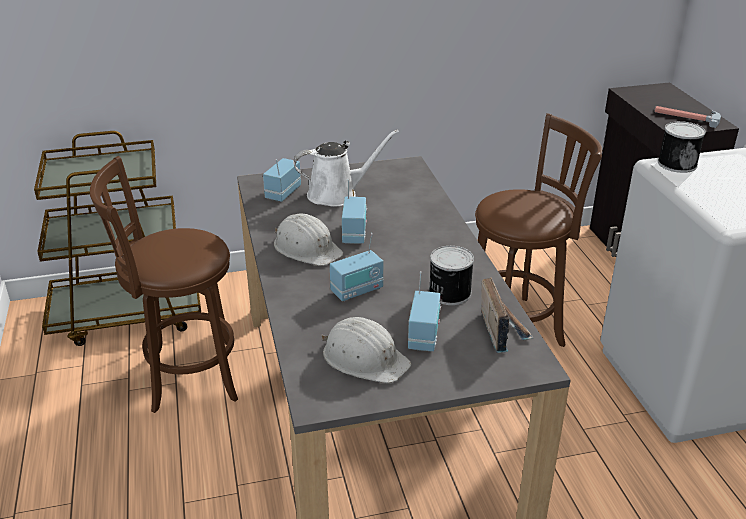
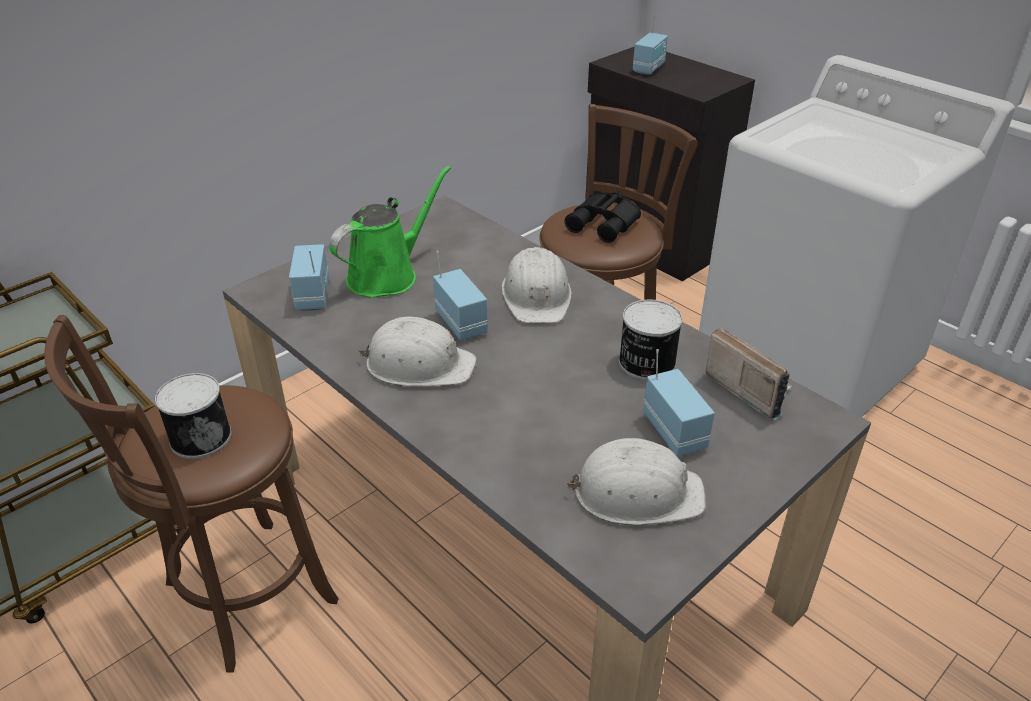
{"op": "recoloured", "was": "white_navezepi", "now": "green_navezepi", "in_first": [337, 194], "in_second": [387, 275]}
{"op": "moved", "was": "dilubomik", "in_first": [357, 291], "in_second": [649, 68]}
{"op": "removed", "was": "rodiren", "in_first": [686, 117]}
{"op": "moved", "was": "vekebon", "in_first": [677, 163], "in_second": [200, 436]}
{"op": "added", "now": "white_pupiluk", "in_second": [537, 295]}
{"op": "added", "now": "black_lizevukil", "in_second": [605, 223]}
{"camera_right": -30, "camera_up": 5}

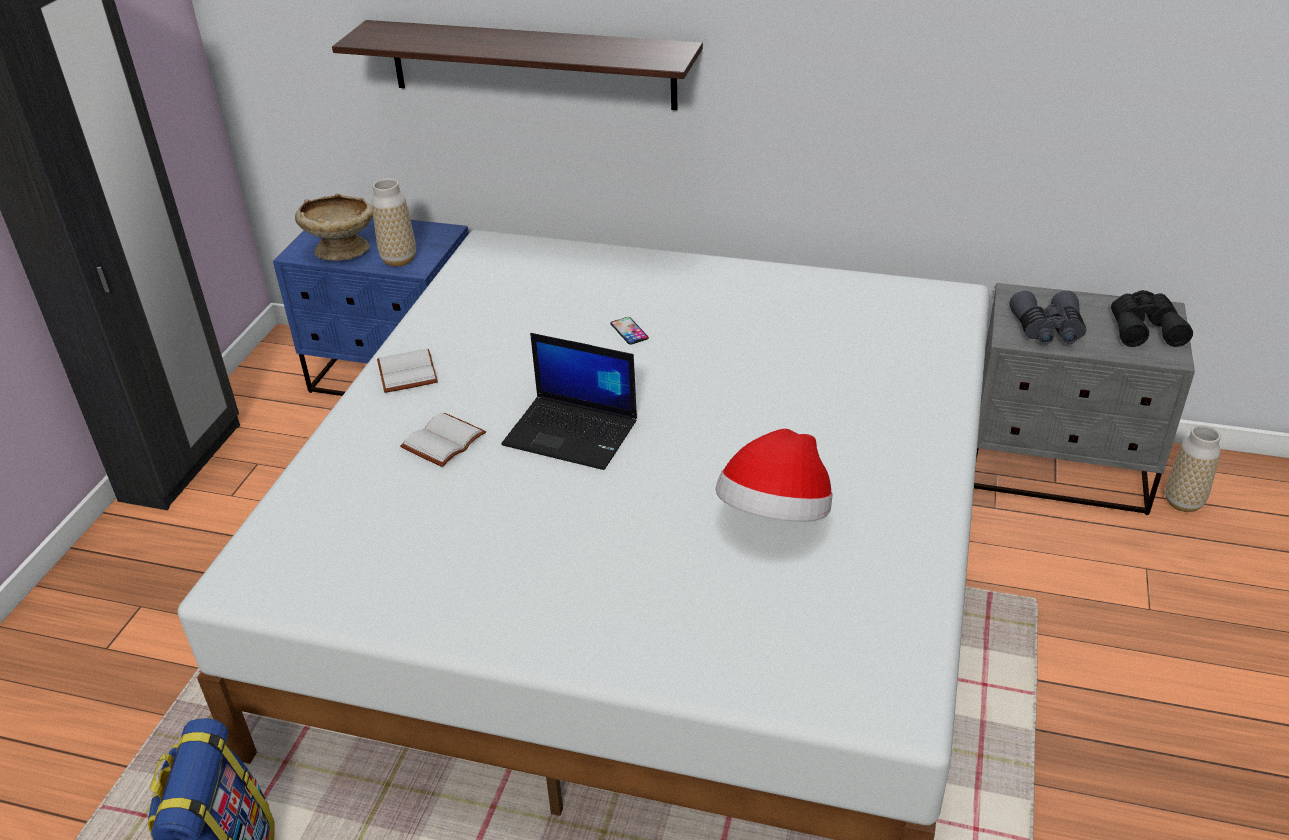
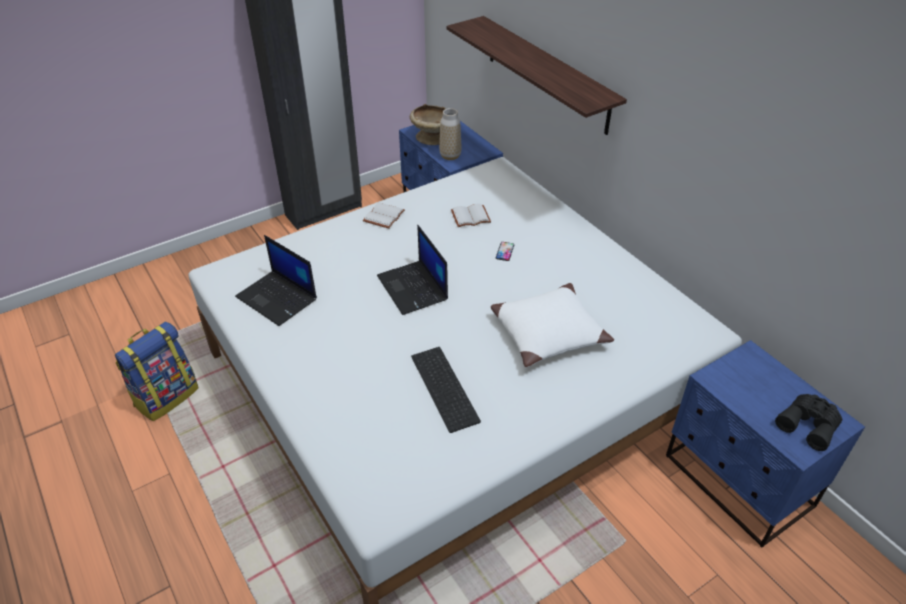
{"op": "moved", "was": "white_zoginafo", "in_first": [444, 442], "in_second": [470, 217]}
{"op": "replaced", "was": "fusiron", "now": "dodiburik", "in_first": [775, 515], "in_second": [446, 388]}
{"op": "recoloured", "was": "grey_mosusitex", "now": "blue_mosusitex", "in_first": [1057, 469], "in_second": [738, 482]}
{"op": "removed", "was": "grey_lizevukil", "in_first": [1048, 330]}
{"op": "removed", "was": "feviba", "in_first": [1183, 502]}
{"op": "added", "now": "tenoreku", "in_second": [278, 298]}
{"op": "added", "now": "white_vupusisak", "in_second": [548, 333]}
{"camera_right": 40, "camera_up": 5}

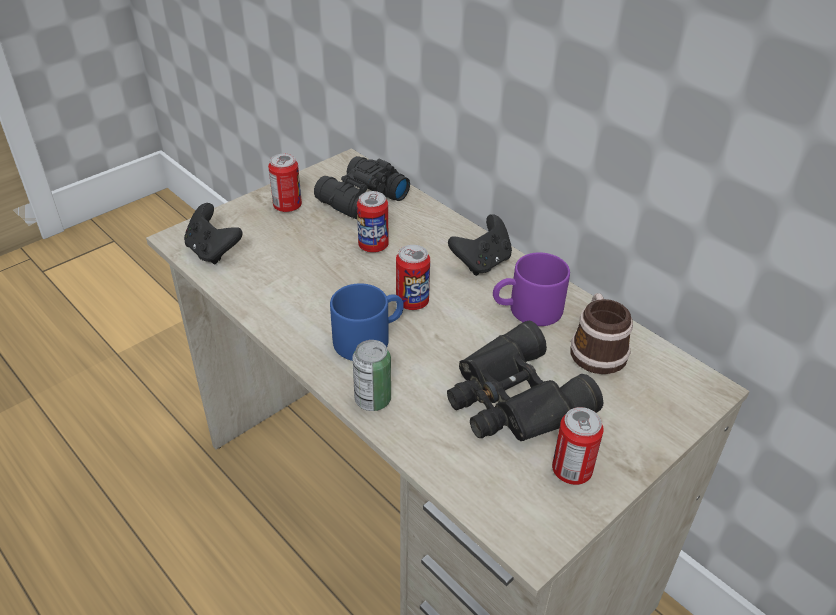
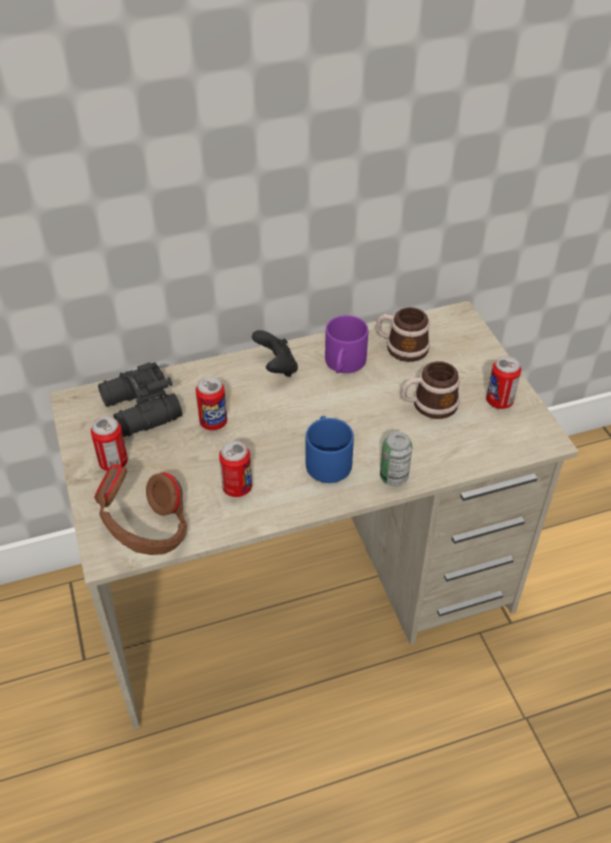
{"op": "replaced", "was": "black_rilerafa", "now": "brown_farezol", "in_first": [213, 251], "in_second": [147, 533]}
{"op": "moved", "was": "vekebon", "in_first": [412, 302], "in_second": [237, 488]}
{"op": "replaced", "was": "black_lizevukil", "now": "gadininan", "in_first": [512, 400], "in_second": [428, 405]}
{"camera_right": -65, "camera_up": 5}

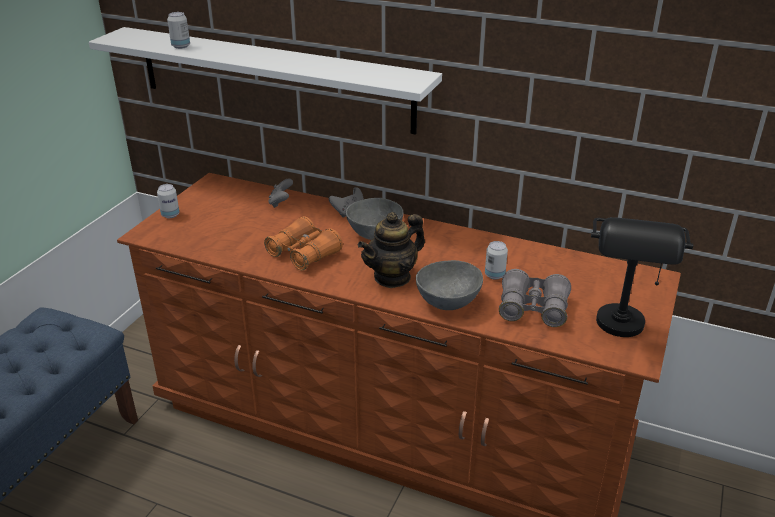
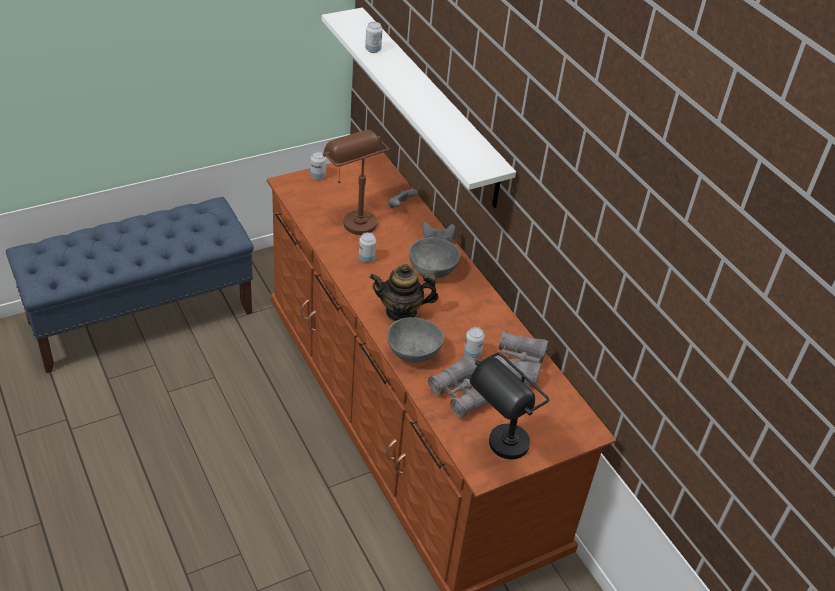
{"op": "replaced", "was": "orange_lizevukil", "now": "vekebon", "in_first": [304, 253], "in_second": [366, 258]}
{"op": "added", "now": "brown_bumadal", "in_second": [352, 218]}
{"op": "added", "now": "grey_lizevukil", "in_second": [518, 365]}
{"camera_right": 35, "camera_up": 10}

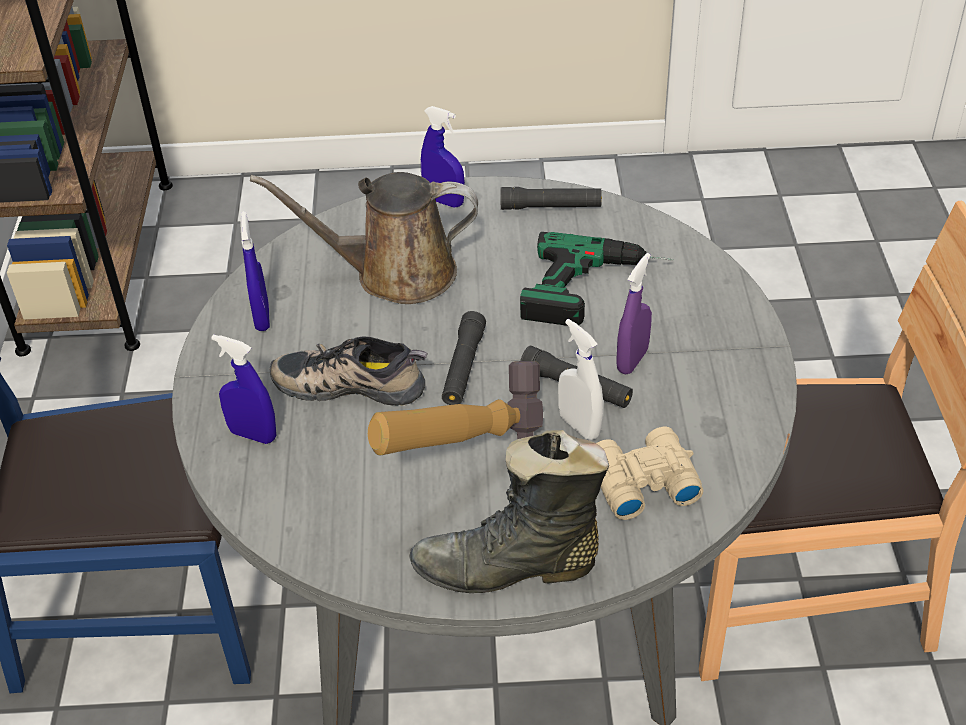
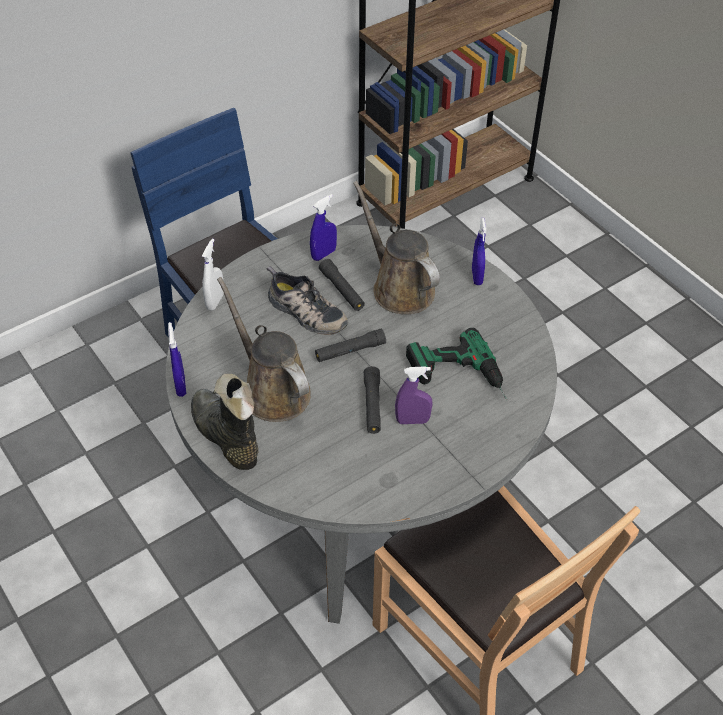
{"op": "moved", "was": "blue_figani", "in_first": [253, 435], "in_second": [180, 386]}
{"op": "turned", "was": "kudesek", "in_first": [351, 382], "in_second": [305, 312], "clockwise": 150}
{"op": "replaced", "was": "rodiren", "now": "brown_navezepi", "in_first": [464, 477], "in_second": [272, 390]}
{"op": "moved", "was": "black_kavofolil", "in_first": [551, 206], "in_second": [342, 290]}
{"op": "moved", "was": "white_figani", "in_first": [579, 426], "in_second": [215, 301]}
{"op": "removed", "was": "beige_lizevukil", "in_first": [641, 482]}
{"camera_right": 55, "camera_up": 5}

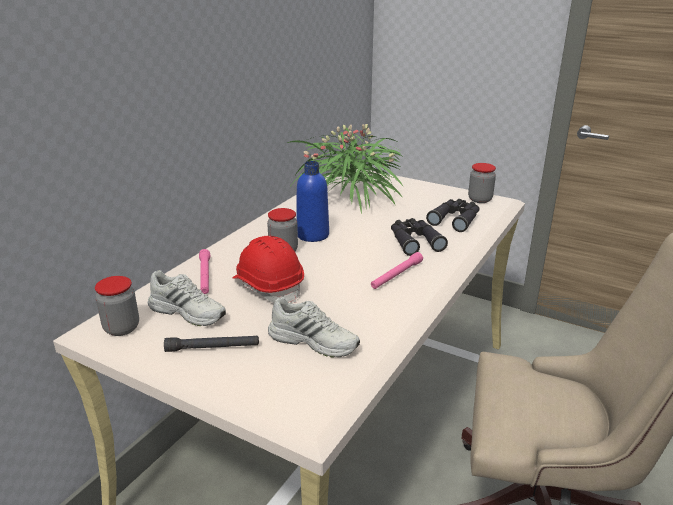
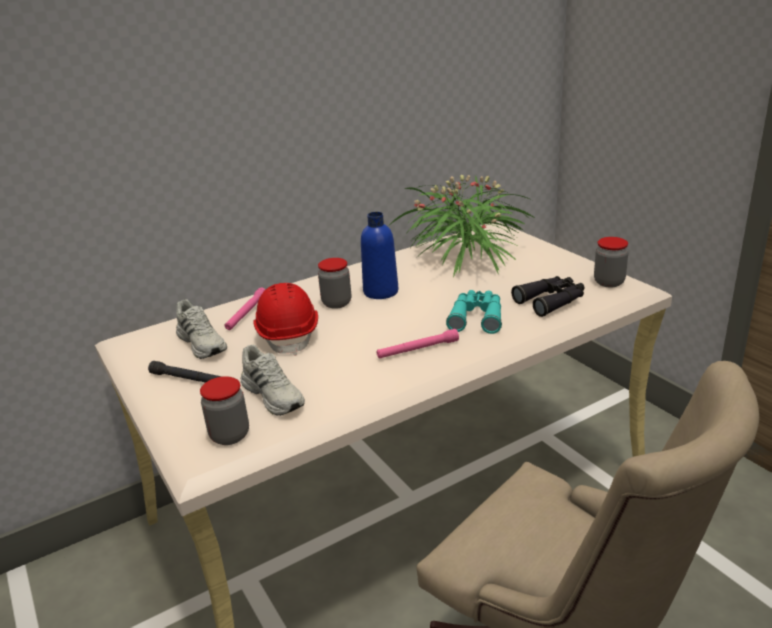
{"op": "moved", "was": "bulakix", "in_first": [121, 328], "in_second": [230, 435]}
{"op": "recoloured", "was": "black_lizevukil", "now": "turquoise_lizevukil", "in_first": [414, 241], "in_second": [476, 317]}
{"camera_right": 30, "camera_up": 0}

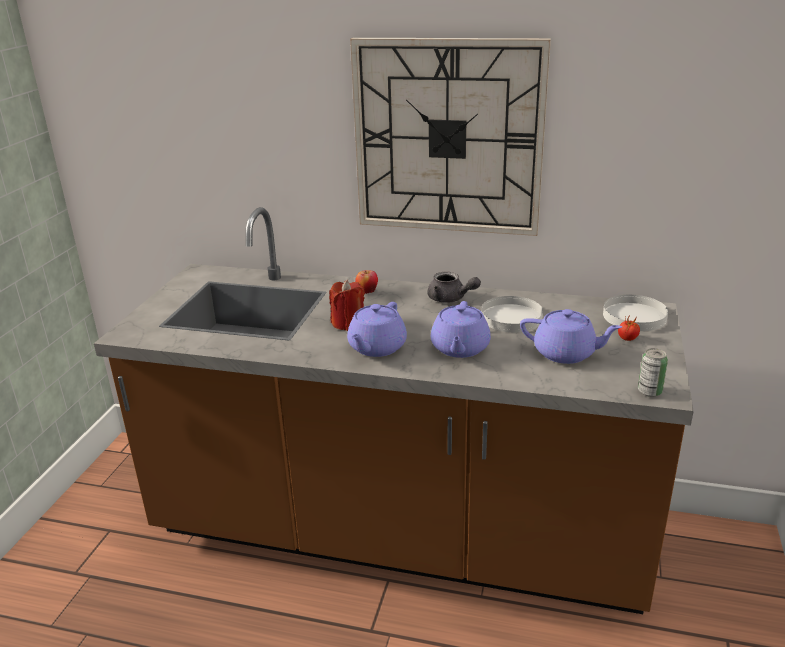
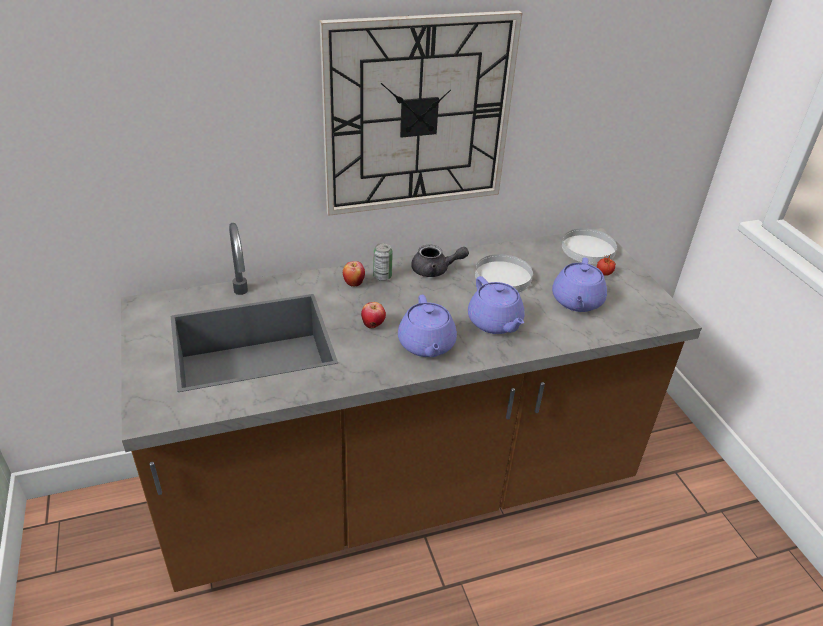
{"op": "replaced", "was": "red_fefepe", "now": "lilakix", "in_first": [348, 323], "in_second": [373, 325]}
{"op": "turned", "was": "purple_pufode", "in_first": [566, 353], "in_second": [576, 302], "clockwise": 120}
{"op": "moved", "was": "vekebon", "in_first": [649, 391], "in_second": [382, 276]}
{"camera_right": -35, "camera_up": 10}

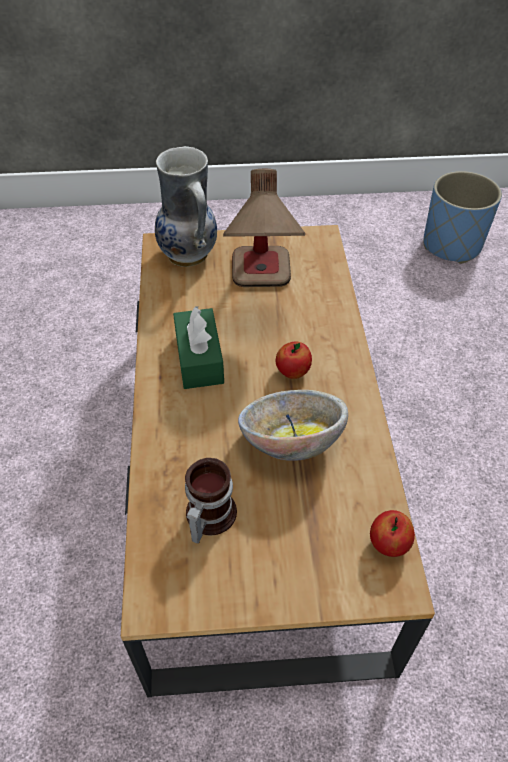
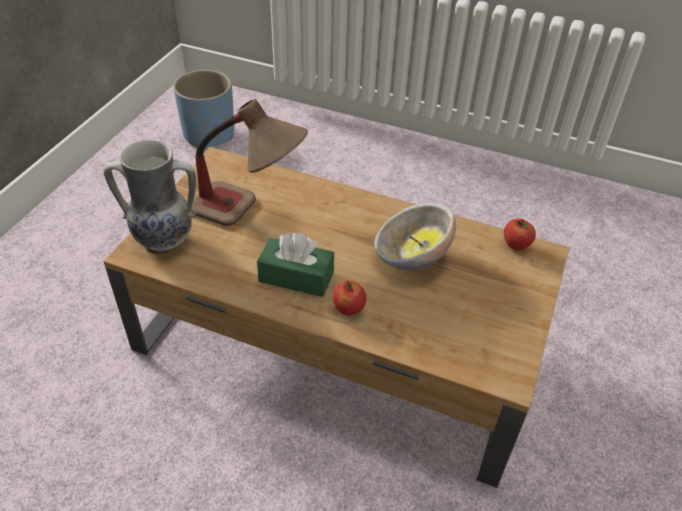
{"op": "removed", "was": "gadininan", "in_first": [207, 516]}
{"op": "moved", "was": "lilakix", "in_first": [292, 372], "in_second": [349, 309]}
{"camera_right": -65, "camera_up": -5}

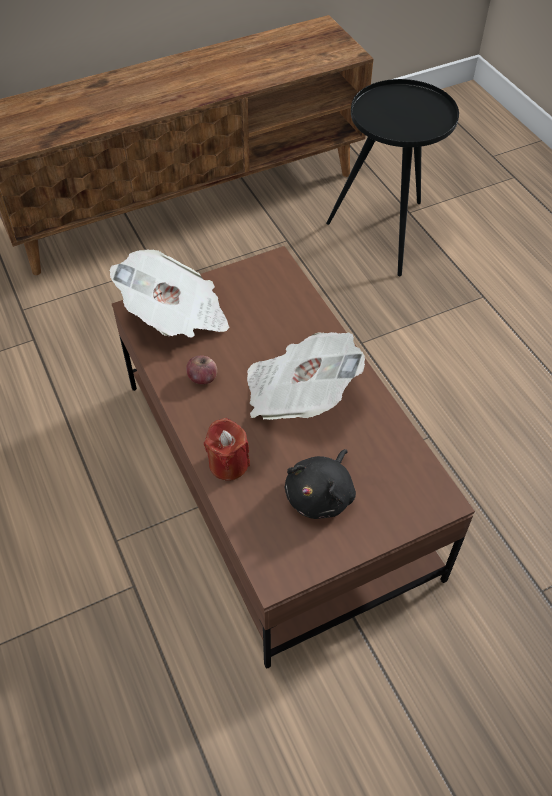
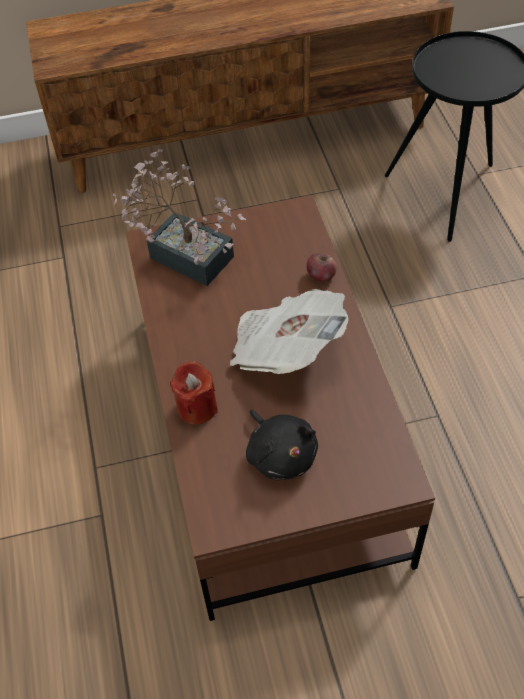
{"op": "replaced", "was": "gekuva", "now": "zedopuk", "in_first": [176, 316], "in_second": [184, 253]}
{"op": "moved", "was": "lilakix", "in_first": [202, 378], "in_second": [321, 276]}
{"op": "turned", "was": "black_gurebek", "in_first": [321, 495], "in_second": [280, 454], "clockwise": -75}
{"camera_right": 15, "camera_up": 0}

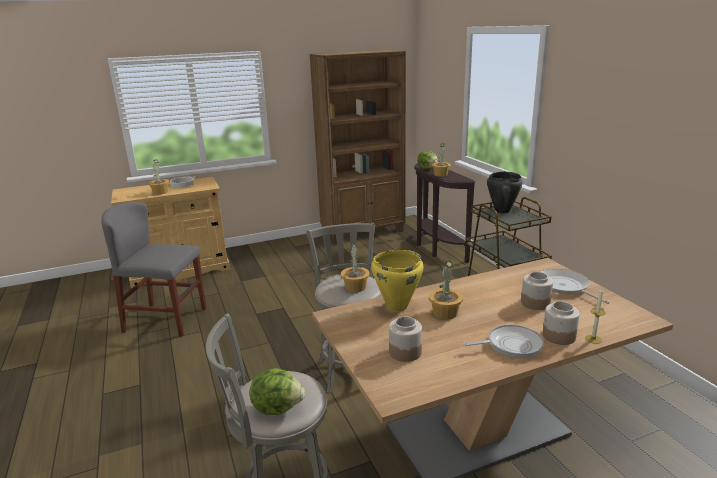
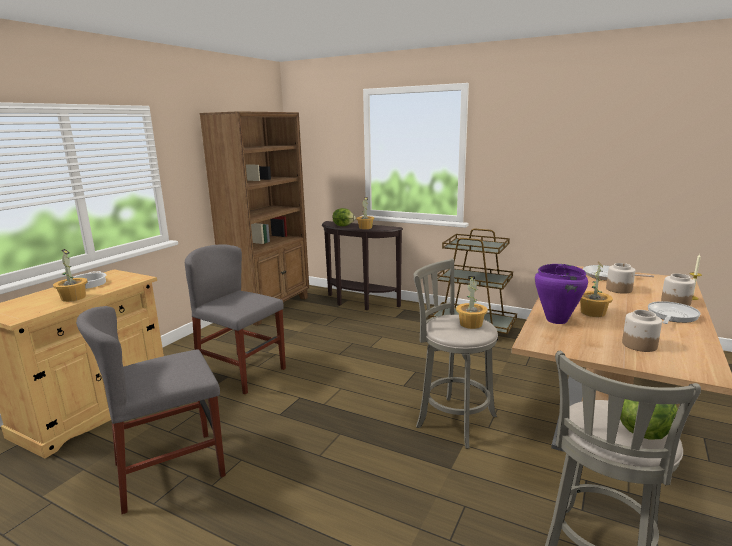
{"op": "recoloured", "was": "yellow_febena", "now": "purple_febena", "in_first": [396, 306], "in_second": [556, 320]}
{"op": "removed", "was": "black_febena", "in_first": [501, 211]}
{"op": "added", "now": "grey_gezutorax", "in_second": [242, 372]}
{"camera_right": -40, "camera_up": -5}

